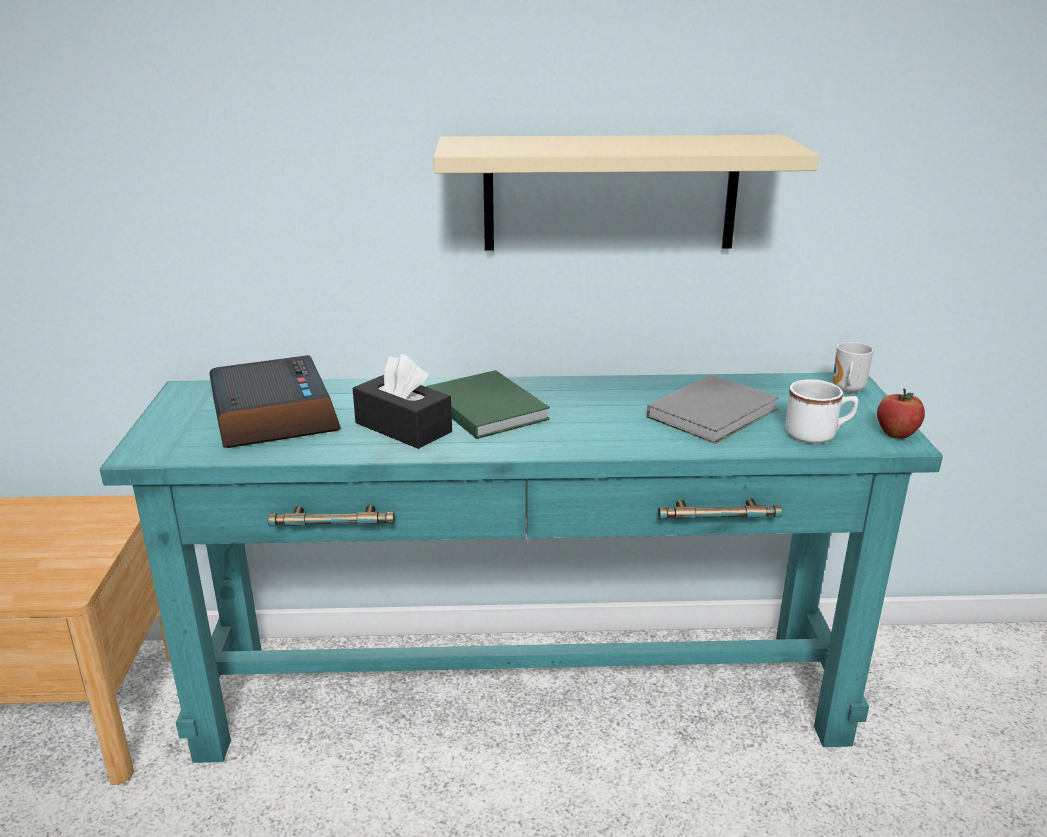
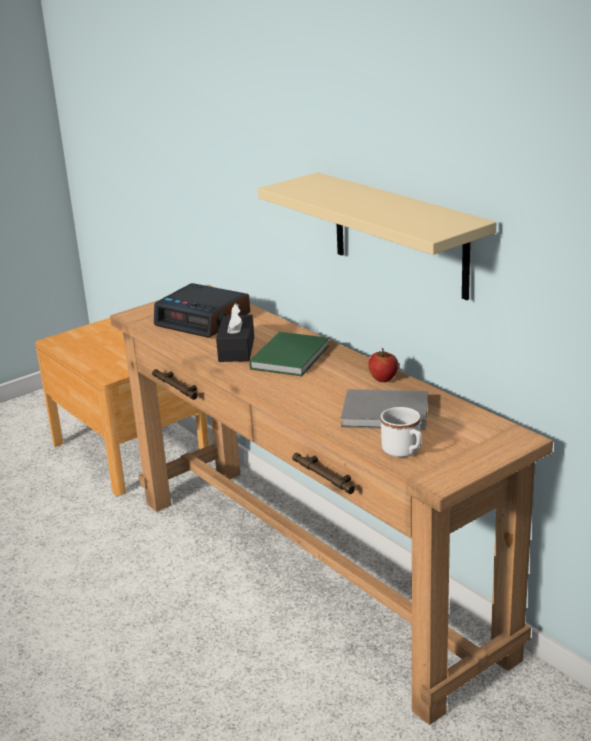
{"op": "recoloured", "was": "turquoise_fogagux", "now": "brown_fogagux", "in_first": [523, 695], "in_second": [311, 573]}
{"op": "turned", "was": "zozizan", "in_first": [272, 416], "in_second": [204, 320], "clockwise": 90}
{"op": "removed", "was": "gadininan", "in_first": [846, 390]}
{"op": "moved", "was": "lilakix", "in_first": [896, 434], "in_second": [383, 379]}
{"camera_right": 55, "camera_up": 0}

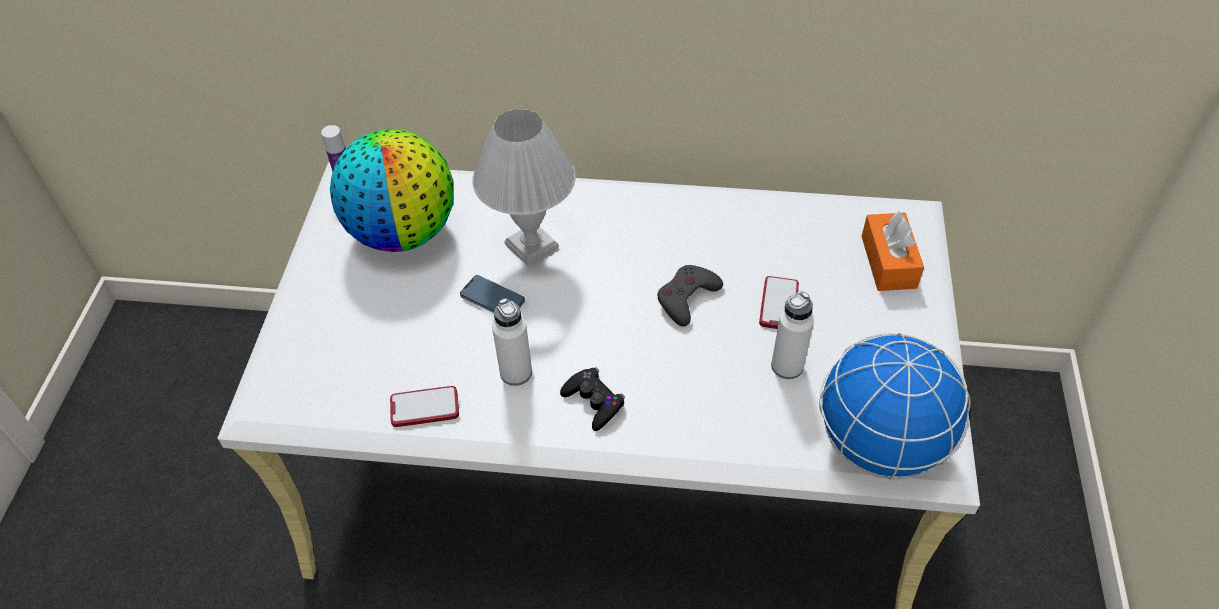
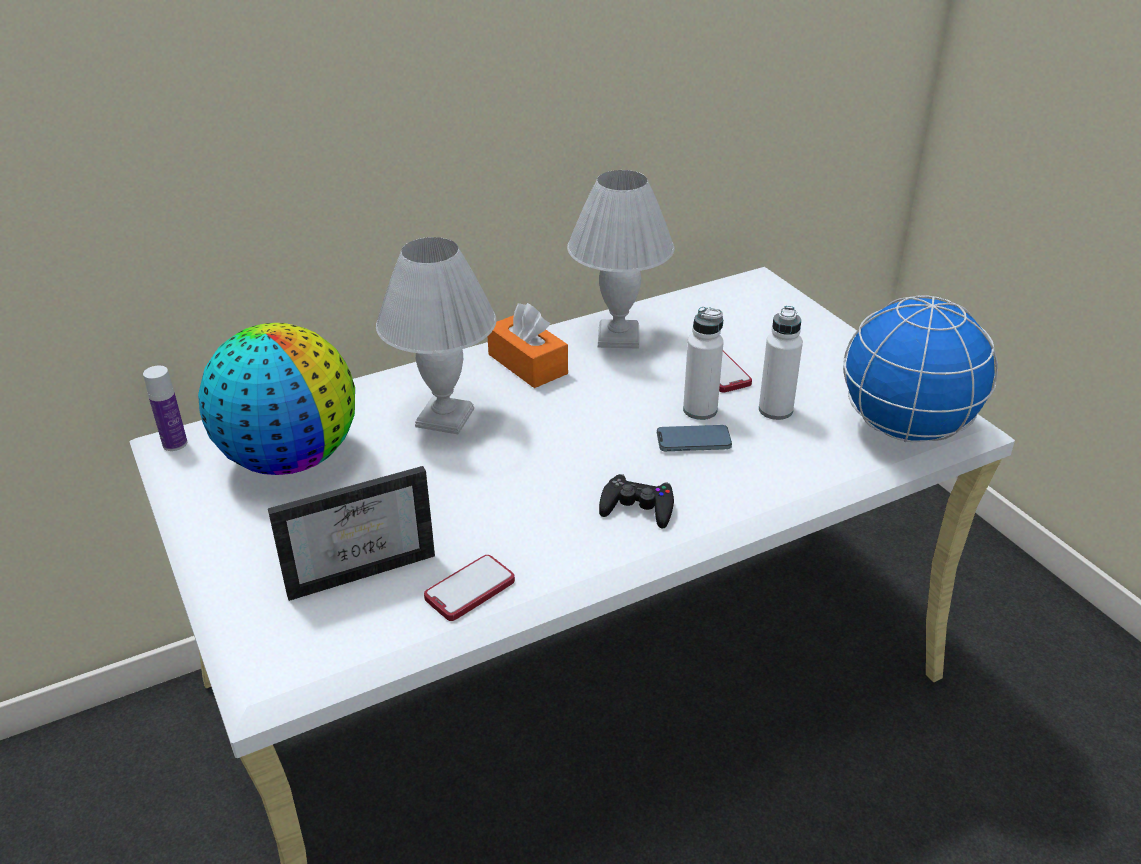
{"op": "moved", "was": "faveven", "in_first": [492, 299], "in_second": [693, 441]}
{"op": "moved", "was": "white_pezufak", "in_first": [516, 372], "in_second": [700, 410]}
{"op": "removed", "was": "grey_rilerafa", "in_first": [687, 298]}
{"op": "moved", "was": "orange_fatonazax", "in_first": [888, 262], "in_second": [527, 364]}
{"op": "added", "now": "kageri", "in_second": [361, 565]}
{"op": "added", "now": "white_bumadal", "in_second": [619, 338]}
{"camera_right": -35, "camera_up": -15}

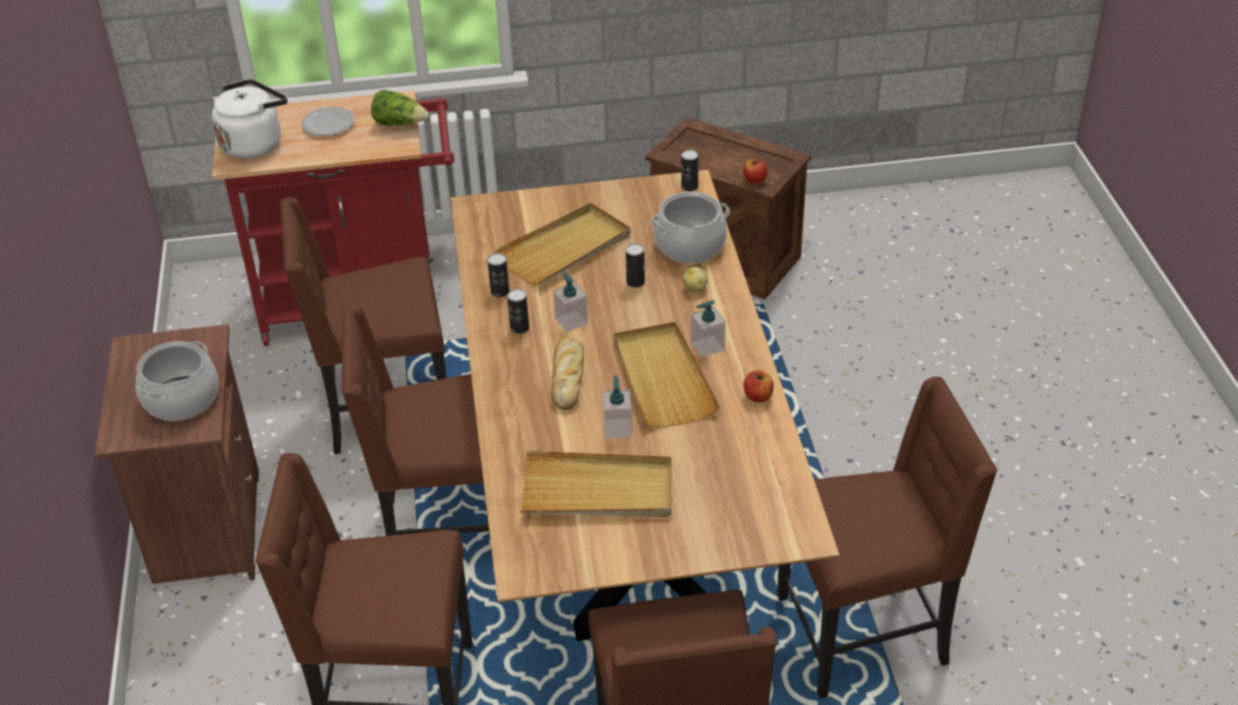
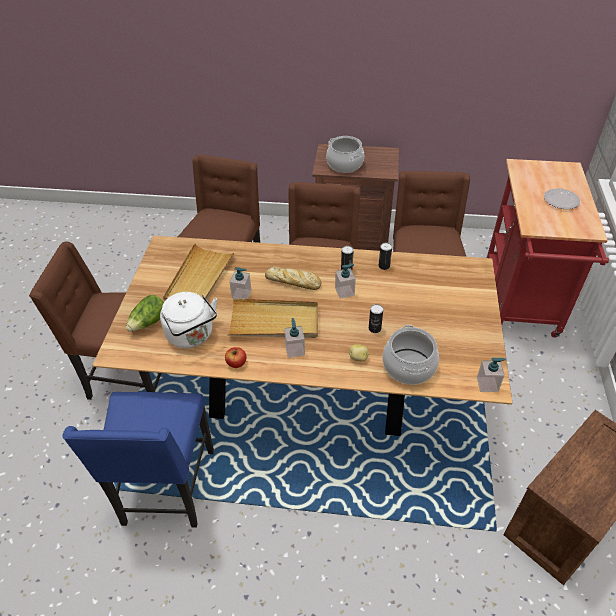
{"op": "moved", "was": "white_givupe", "in_first": [254, 143], "in_second": [192, 336]}
{"op": "moved", "was": "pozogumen", "in_first": [400, 123], "in_second": [149, 322]}
{"op": "removed", "was": "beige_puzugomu", "in_first": [565, 248]}
{"op": "replaced", "was": "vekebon", "now": "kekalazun", "in_first": [689, 186], "in_second": [487, 384]}
{"op": "removed", "was": "lilakix", "in_first": [754, 180]}
{"op": "recoloured", "was": "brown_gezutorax", "now": "blue_gezutorax", "in_first": [866, 631], "in_second": [167, 489]}
{"camera_right": 105, "camera_up": 5}

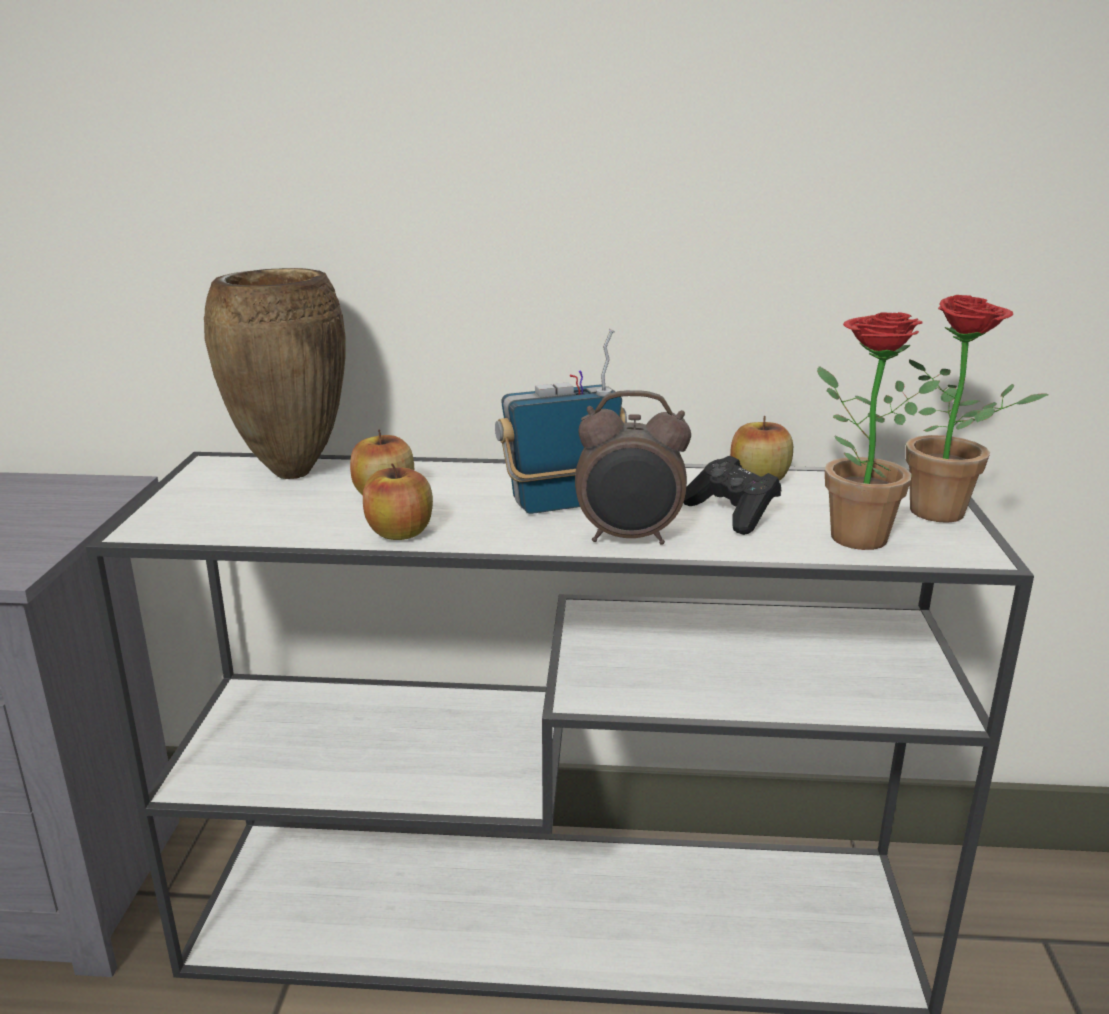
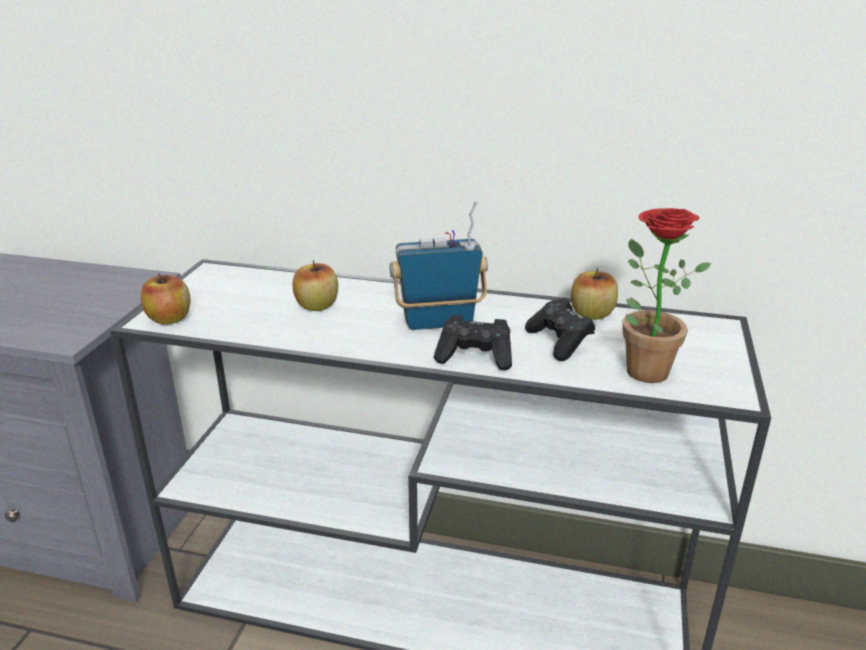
{"op": "removed", "was": "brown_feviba", "in_first": [290, 473]}
{"op": "moved", "was": "lilakix", "in_first": [400, 532], "in_second": [169, 319]}
{"op": "replaced", "was": "zozizan", "now": "black_rilerafa", "in_first": [629, 538], "in_second": [475, 357]}
{"op": "removed", "was": "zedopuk", "in_first": [949, 514]}
{"camera_right": 10, "camera_up": 5}

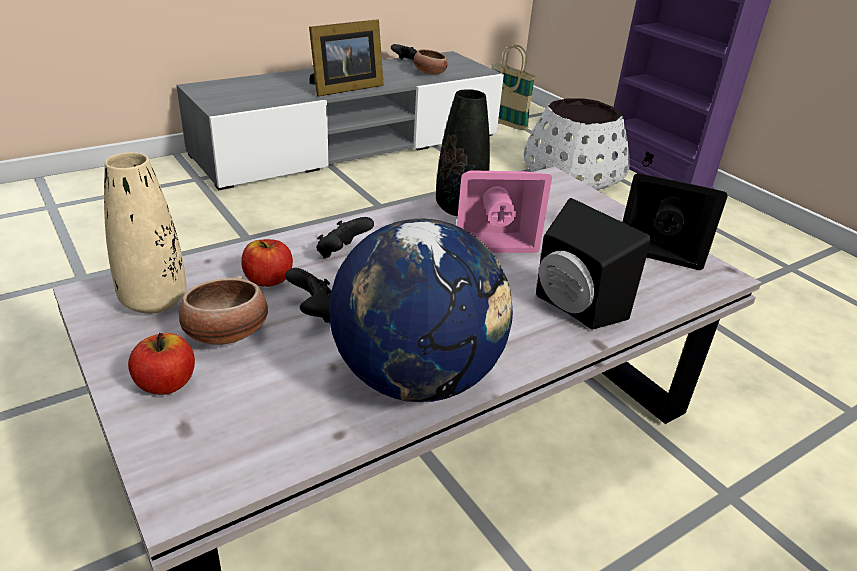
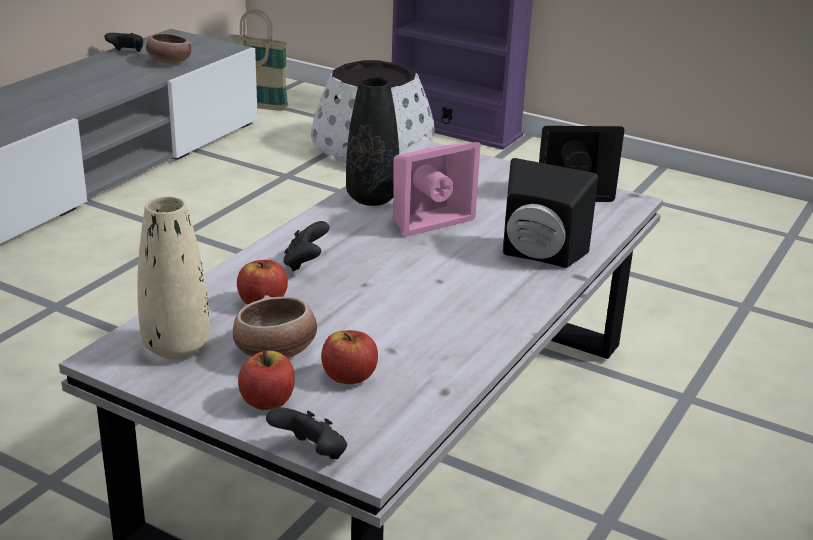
{"op": "moved", "was": "black_rilerafa", "in_first": [315, 314], "in_second": [311, 454]}
{"op": "removed", "was": "kageri", "in_first": [343, 88]}
{"op": "removed", "was": "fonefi", "in_first": [417, 378]}
{"op": "added", "now": "lilakix", "in_second": [349, 376]}
{"camera_right": -25, "camera_up": -5}

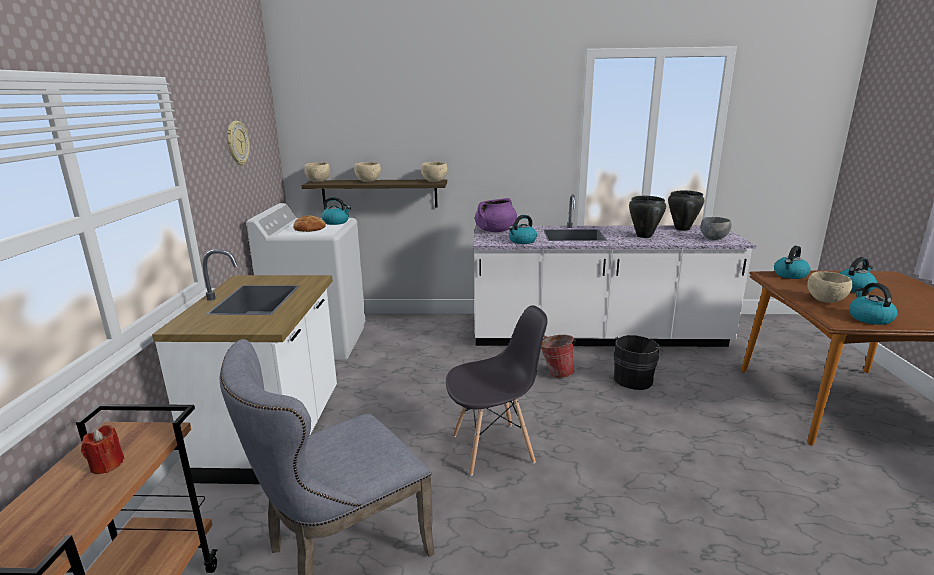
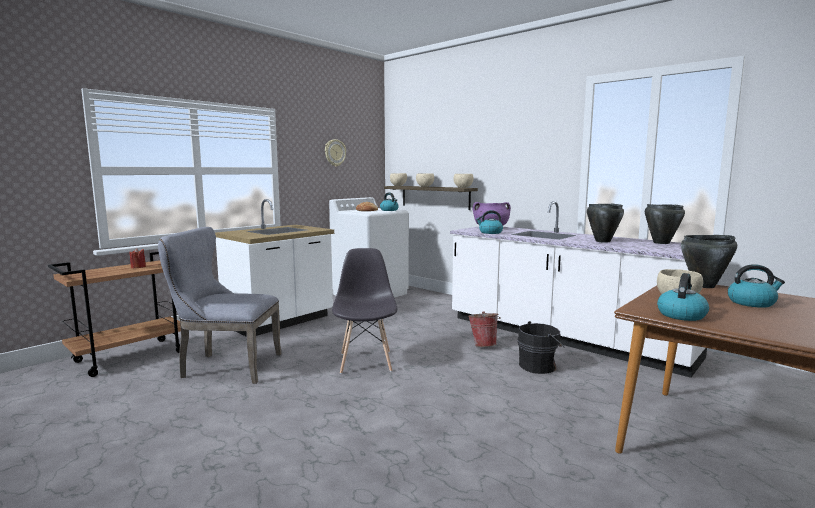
{"op": "turned", "was": "grey_gezutorax", "in_first": [493, 448], "in_second": [366, 361], "clockwise": -120}
{"op": "removed", "was": "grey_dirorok", "in_first": [713, 239]}
{"op": "replaced", "was": "givupe", "now": "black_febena", "in_first": [790, 275], "in_second": [704, 286]}
{"camera_right": 40, "camera_up": -10}

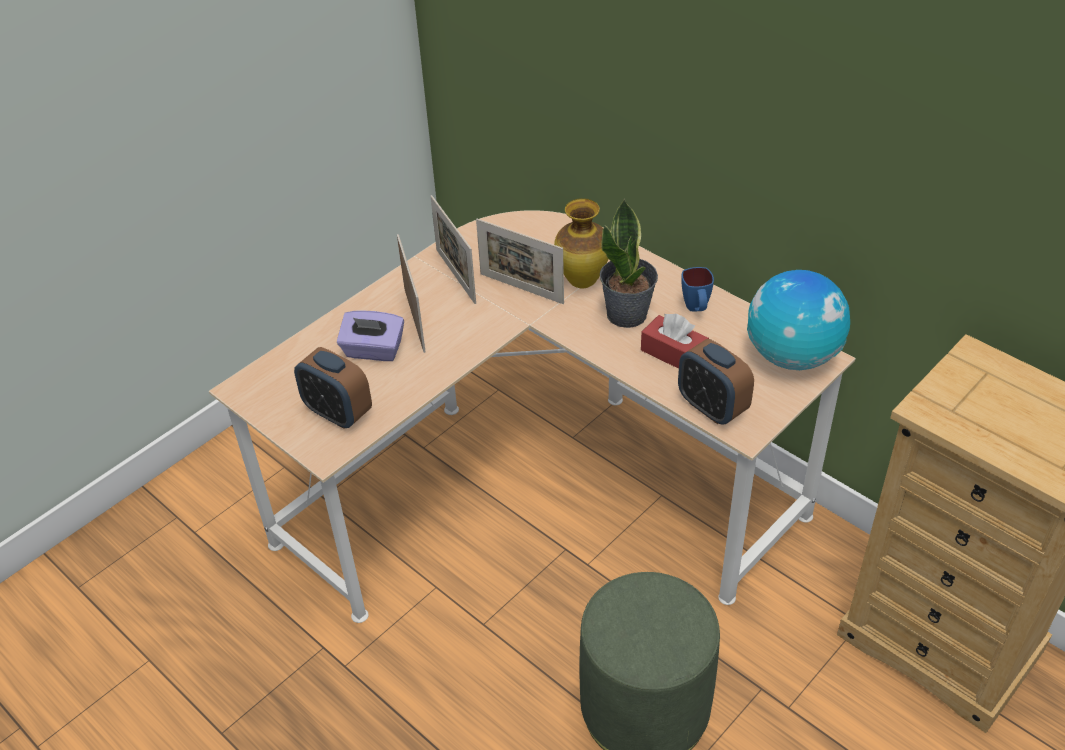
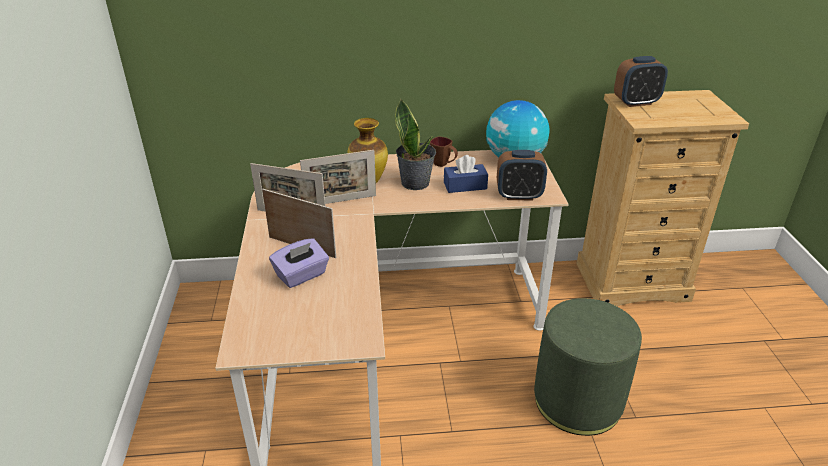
{"op": "moved", "was": "zozizan", "in_first": [338, 413], "in_second": [636, 102]}
{"op": "recoloured", "was": "red_fatonazax", "now": "blue_fatonazax", "in_first": [673, 353], "in_second": [465, 186]}
{"op": "recoloured", "was": "blue_gadininan", "now": "brown_gadininan", "in_first": [696, 309], "in_second": [444, 164]}
{"camera_right": -50, "camera_up": -10}

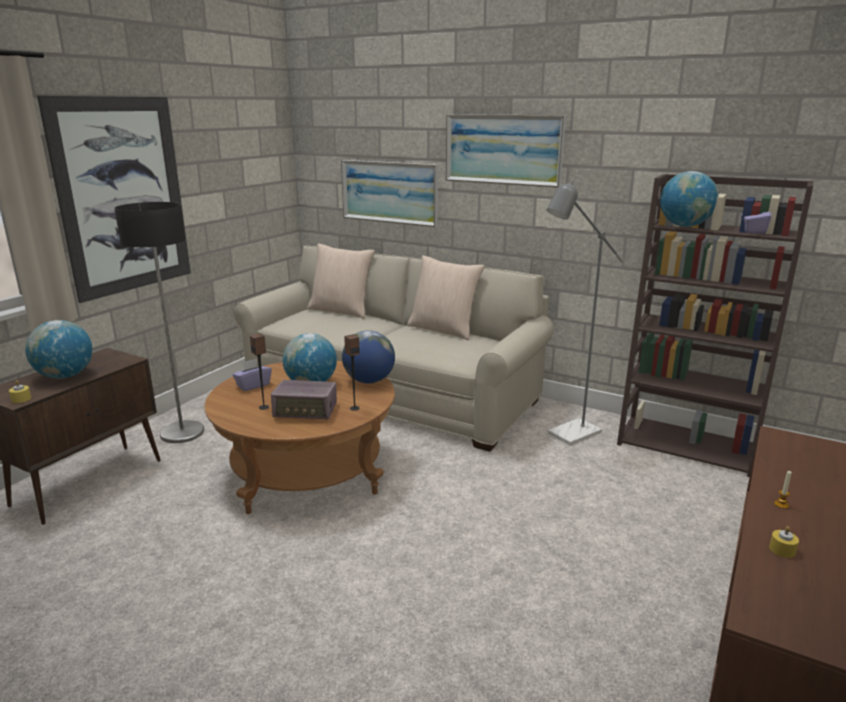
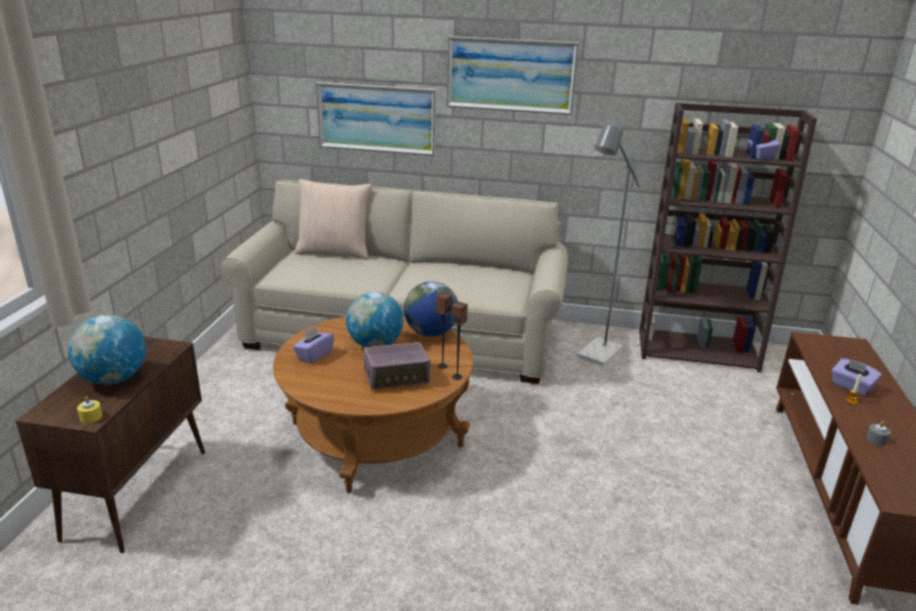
{"op": "removed", "was": "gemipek", "in_first": [123, 196]}
{"op": "removed", "was": "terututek", "in_first": [182, 432]}
{"op": "moved", "was": "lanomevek", "in_first": [264, 407], "in_second": [457, 377]}
{"op": "removed", "was": "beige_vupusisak", "in_first": [443, 329]}
{"op": "removed", "was": "fonefi", "in_first": [685, 226]}
{"op": "recoloured", "was": "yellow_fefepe", "now": "grey_fefepe", "in_first": [782, 550], "in_second": [876, 439]}
{"op": "added", "now": "purple_fatonazax", "in_second": [851, 387]}
{"camera_right": -20, "camera_up": 5}

